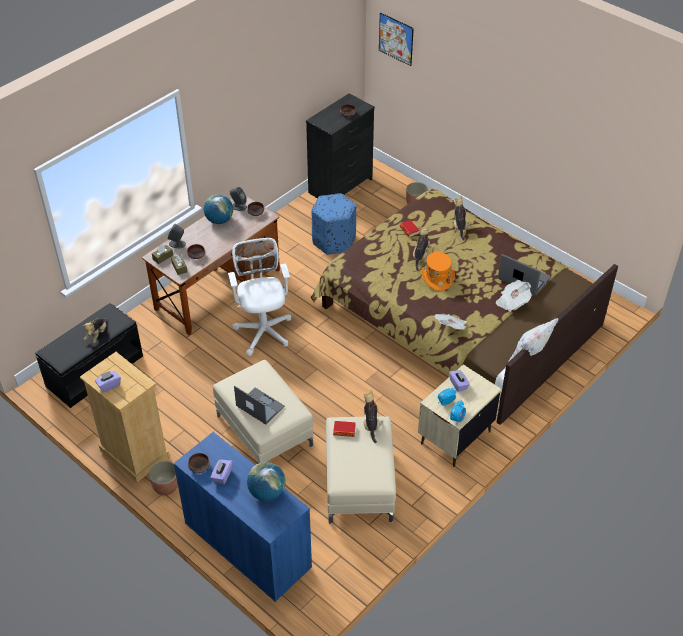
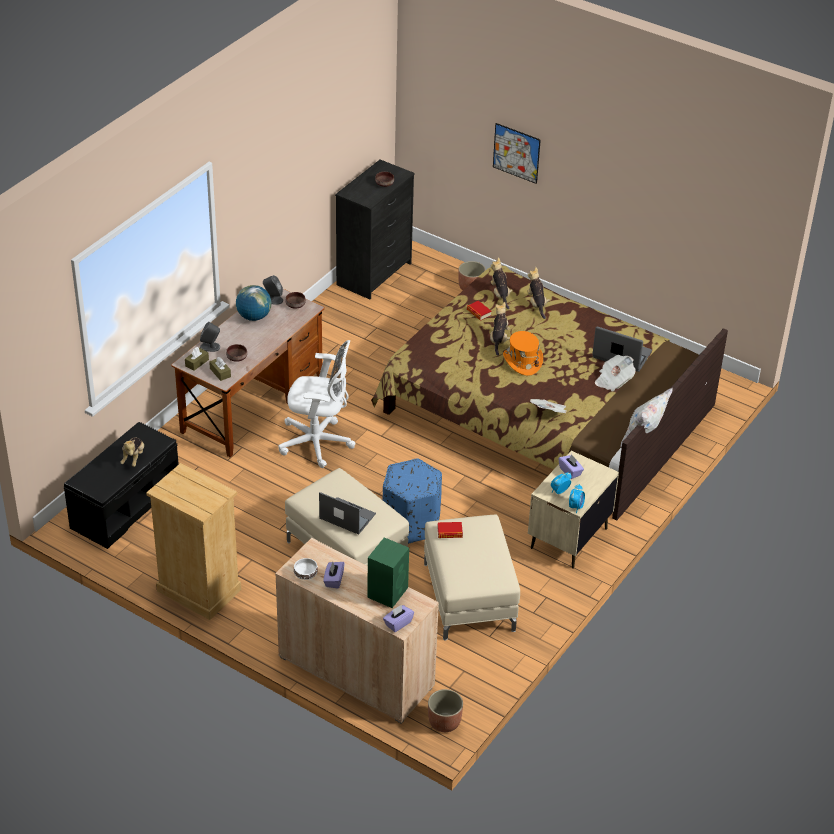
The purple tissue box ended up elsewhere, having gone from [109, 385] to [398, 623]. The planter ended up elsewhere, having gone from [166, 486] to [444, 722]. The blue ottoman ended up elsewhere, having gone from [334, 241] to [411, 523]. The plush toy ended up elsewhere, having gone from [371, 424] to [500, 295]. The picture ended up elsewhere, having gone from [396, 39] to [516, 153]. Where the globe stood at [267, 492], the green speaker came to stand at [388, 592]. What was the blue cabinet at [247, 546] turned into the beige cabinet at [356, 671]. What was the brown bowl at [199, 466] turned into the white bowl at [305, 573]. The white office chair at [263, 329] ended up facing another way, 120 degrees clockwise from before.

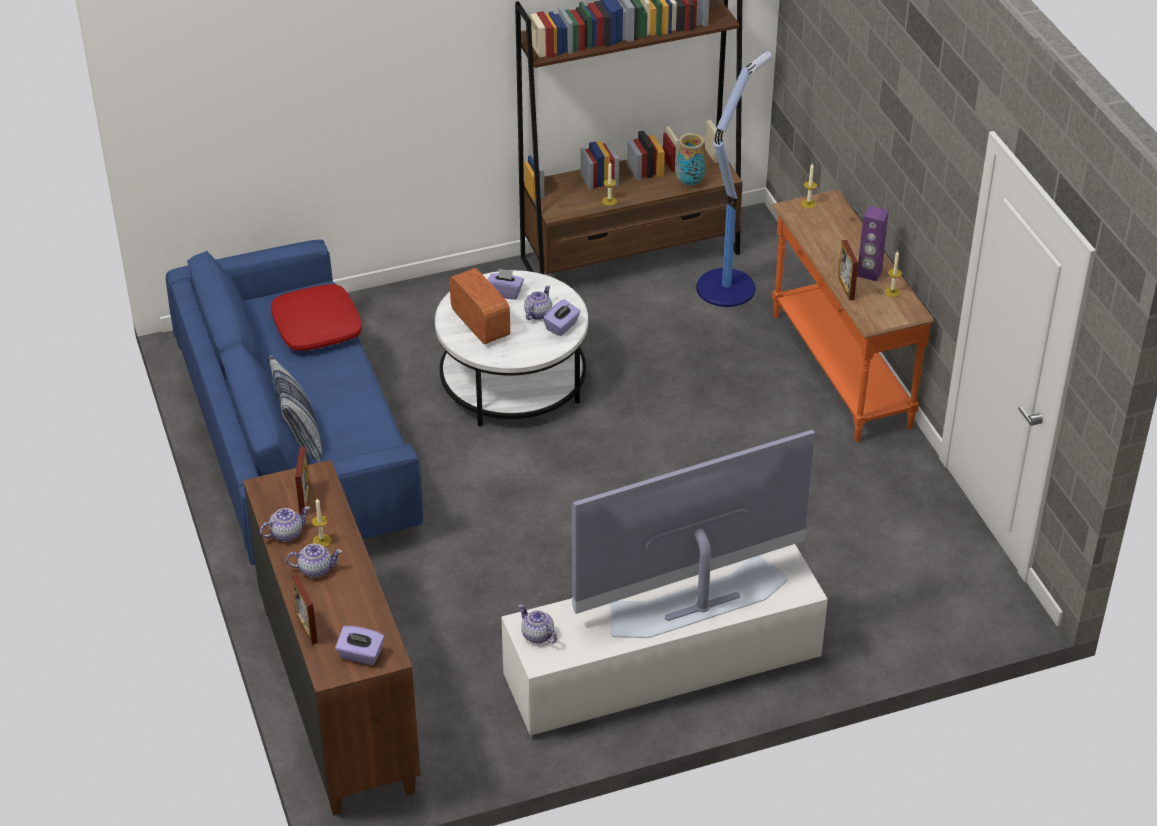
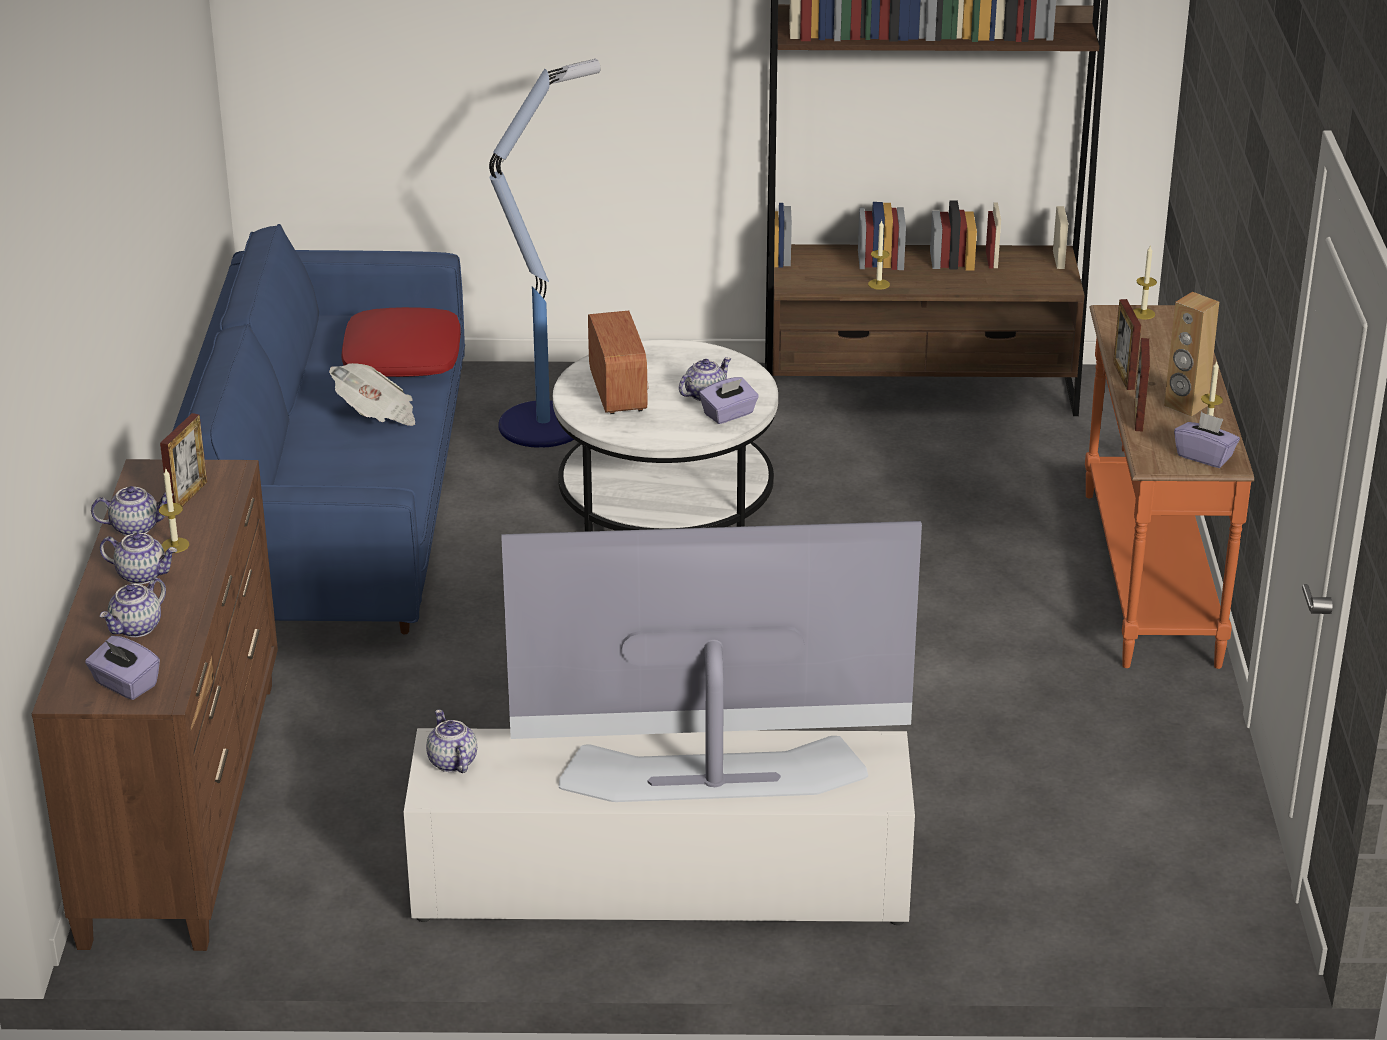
The second view lost the pillow at [300, 437]. The second view lost the vase at [689, 182]. The second view gained the teapot at [136, 628]. The second view gained the newspaper at [376, 415]. The picture frame ended up elsewhere, having gone from [306, 628] to [1123, 376]. The purple tissue box ended up elsewhere, having gone from [505, 292] to [1204, 456]. The floor lamp ended up elsewhere, having gone from [726, 286] to [545, 424]. What was the purple speaker at [869, 273] turned into the brown speaker at [1185, 406].

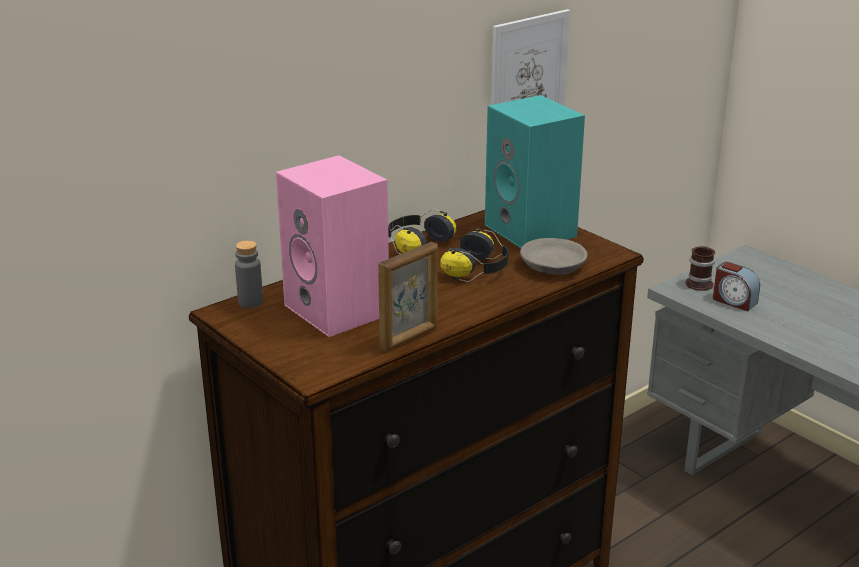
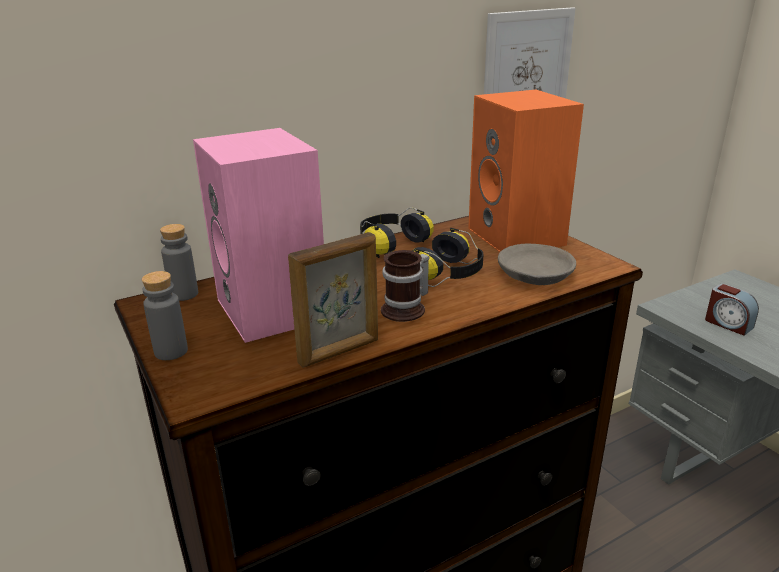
The second view gained the grey bottle at [171, 351]. The mug ended up elsewhere, having gone from [701, 283] to [407, 309]. What was the turquoise speaker at [533, 231] turned into the orange speaker at [519, 237].

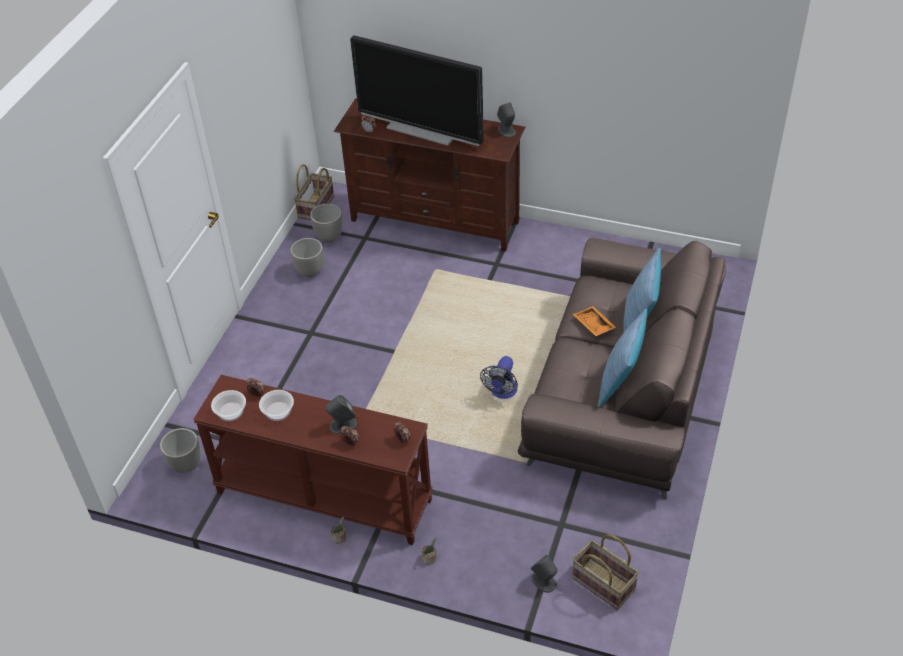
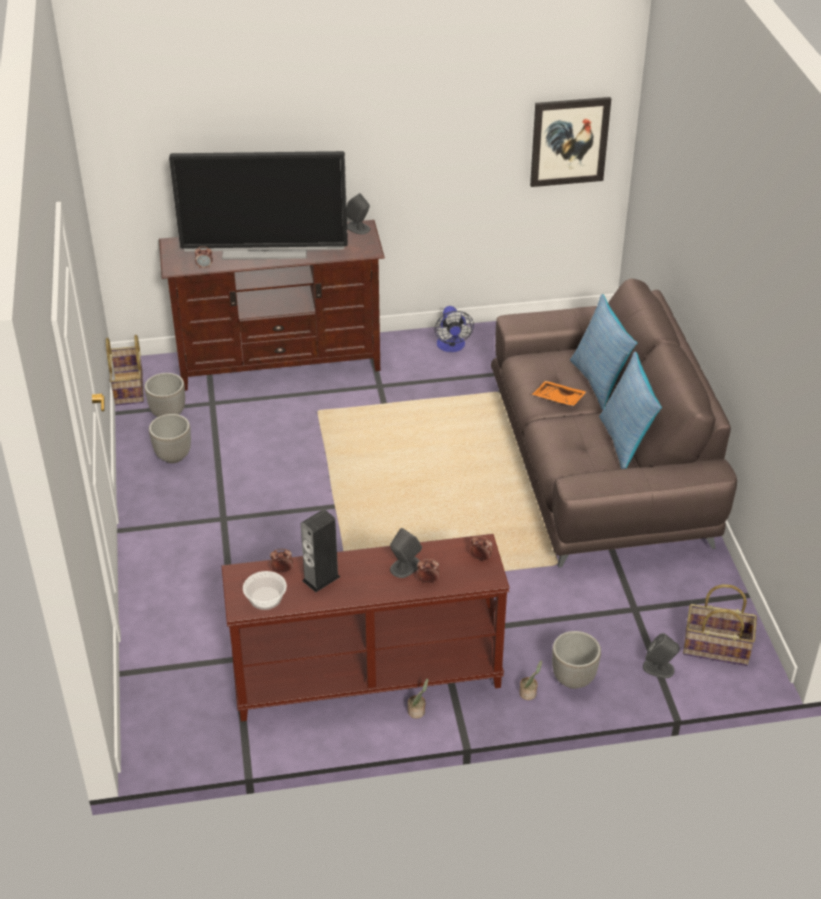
The second view gained the picture at [569, 141]. The planter ended up elsewhere, having gone from [185, 465] to [573, 679]. The fan ended up elsewhere, having gone from [502, 393] to [451, 347]. Where the bowl stood at [278, 411], the speaker came to stand at [321, 578].

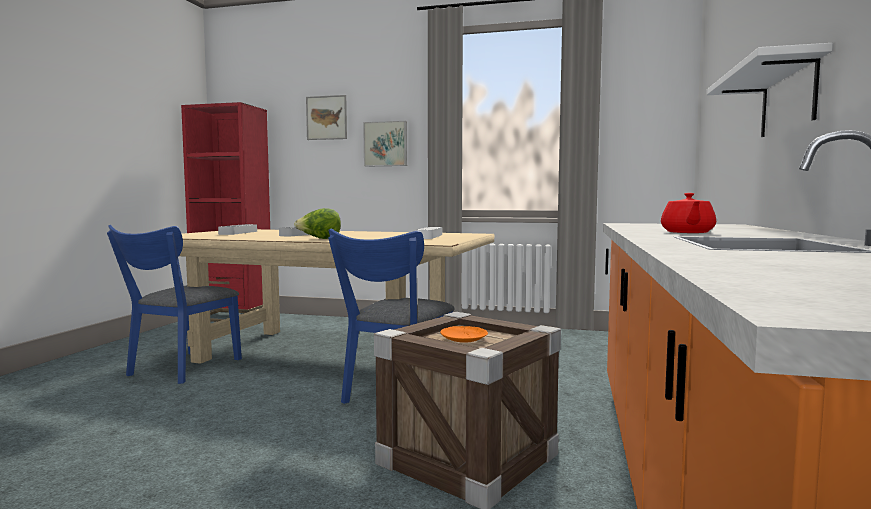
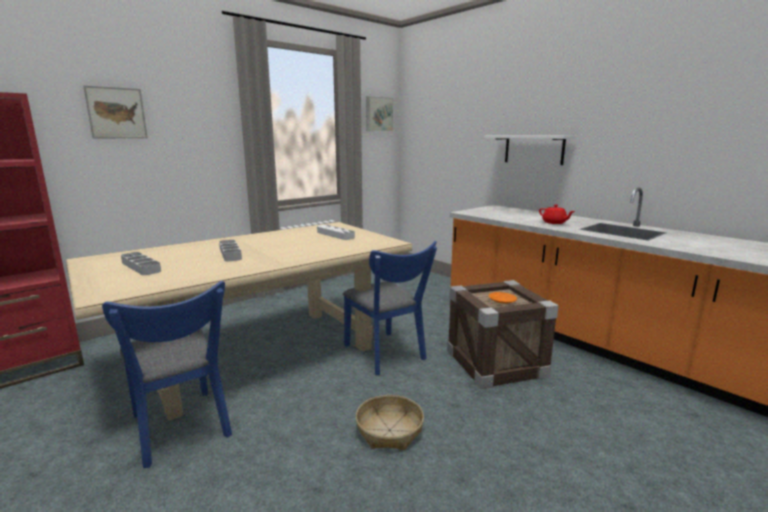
The second view lost the lettuce at [320, 239]. The second view gained the basket at [389, 430]. The picture ended up elsewhere, having gone from [386, 144] to [378, 114].

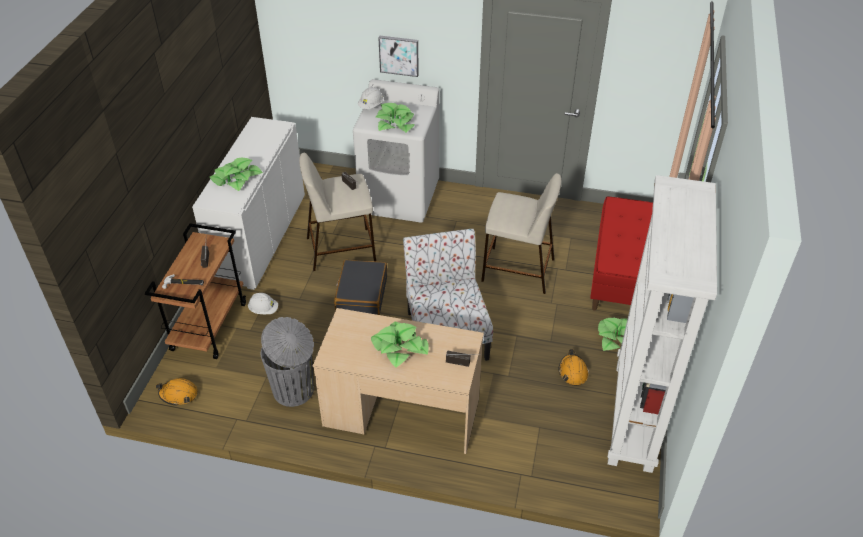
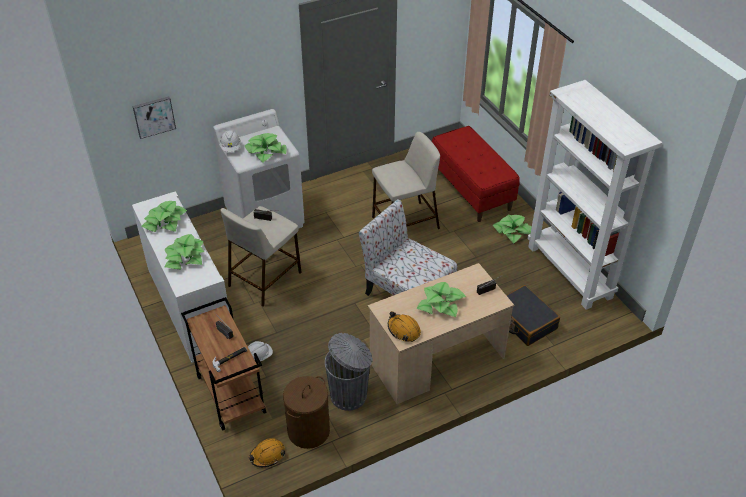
The second view gained the potted plant at [165, 222]. The second view gained the brown laundry basket at [308, 431]. The black suitcase ended up elsewhere, having gone from [361, 295] to [524, 321]. The picture ended up elsewhere, having gone from [399, 55] to [154, 116]. The orange hard hat ended up elsewhere, having gone from [573, 372] to [403, 330].

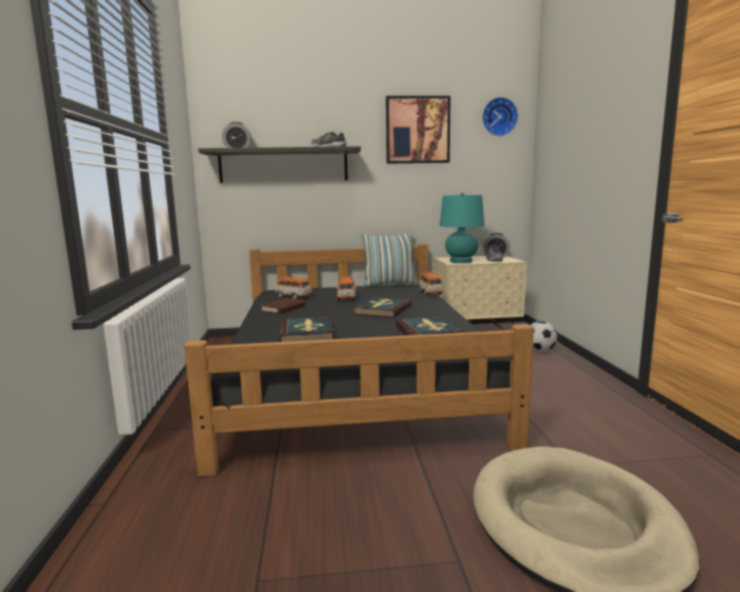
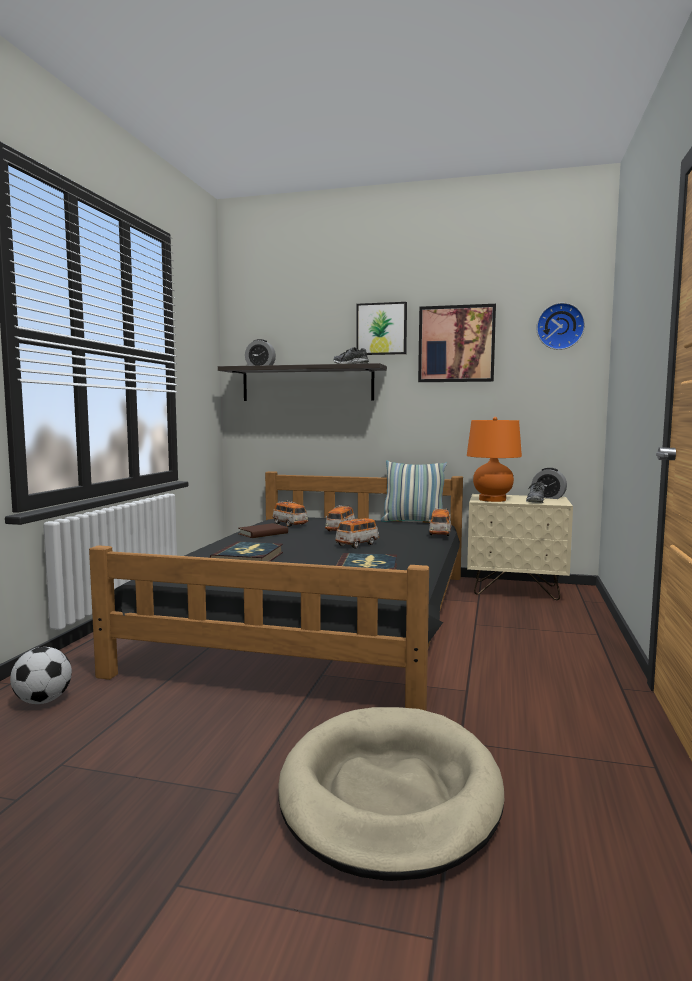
The second view gained the picture at [381, 329]. The football ended up elsewhere, having gone from [540, 351] to [43, 701]. Where the book stood at [382, 310], the toy car came to stand at [357, 544]. What was the turquoise table lamp at [461, 261] turned into the orange table lamp at [492, 499].

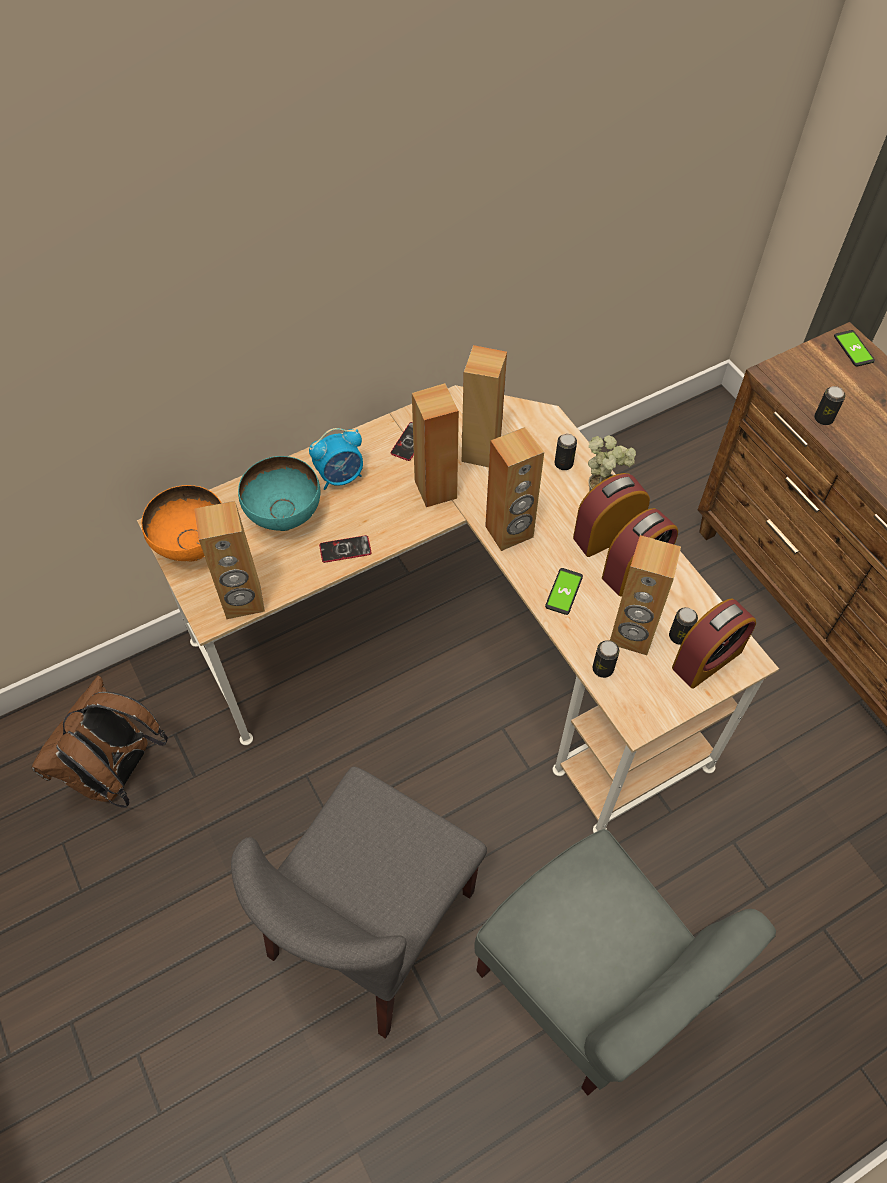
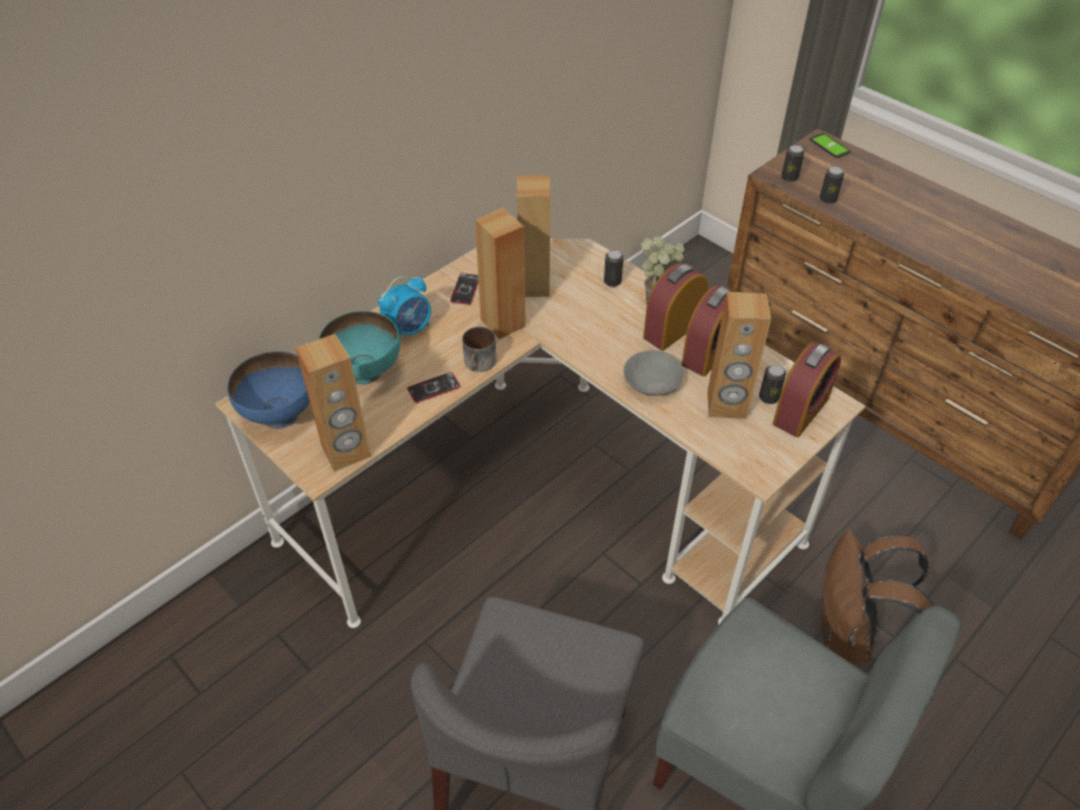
The second view lost the brown speaker at [509, 532]. The second view gained the mug at [480, 364]. The brown backpack ended up elsewhere, having gone from [118, 773] to [849, 636]. The can ended up elsewhere, having gone from [602, 669] to [789, 178]. Where the phone stood at [564, 591], the grey bowl came to stand at [651, 382]. What was the orange bowl at [193, 546] turned into the blue bowl at [281, 414].

